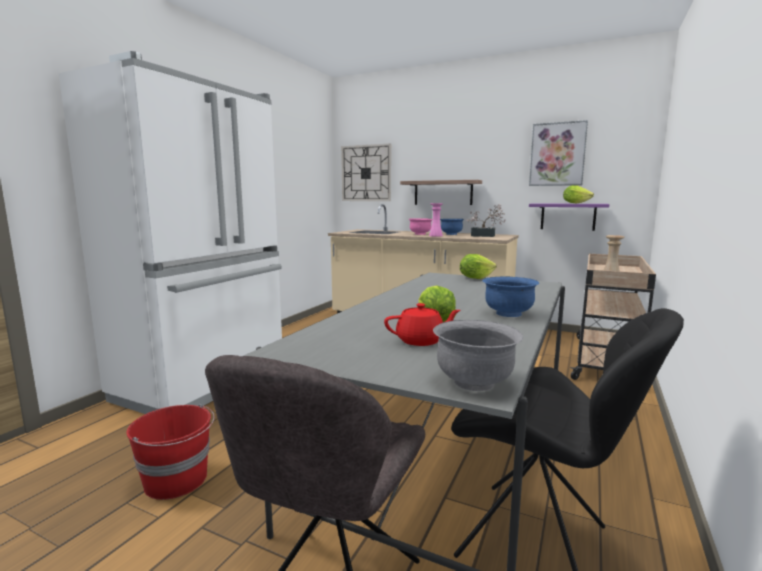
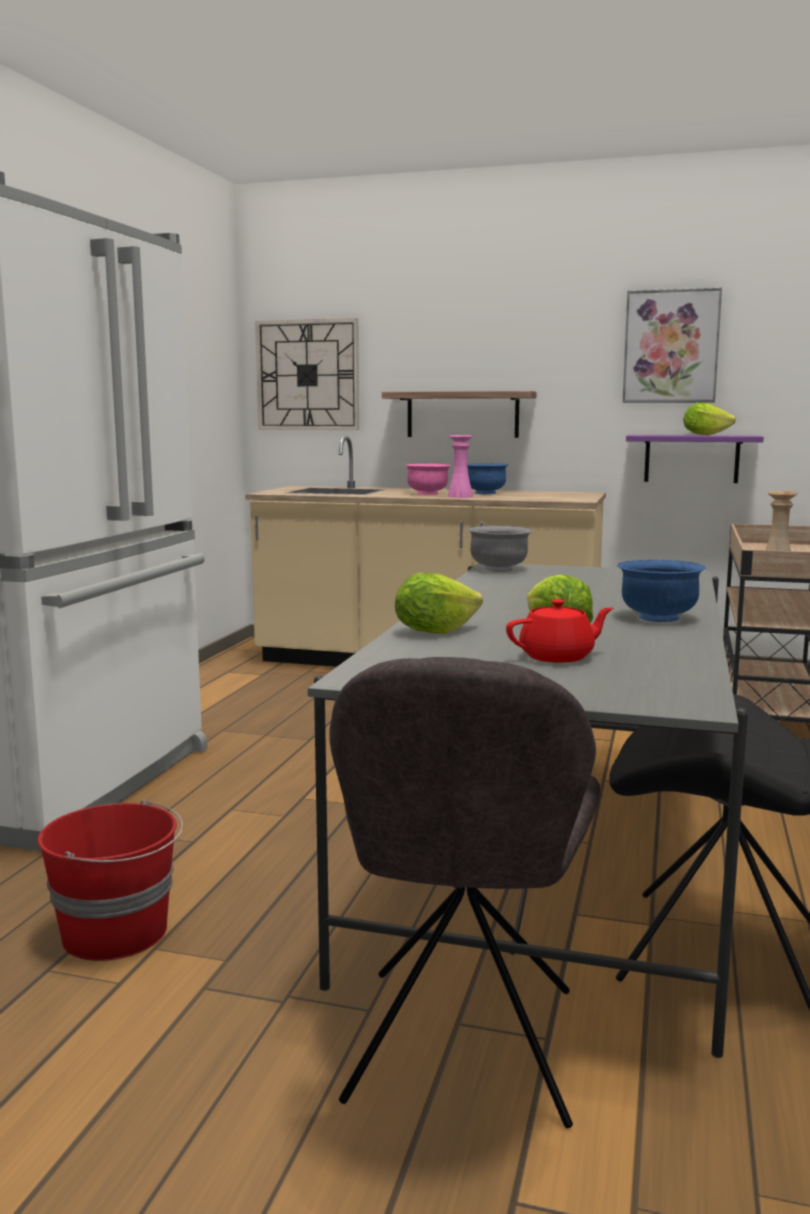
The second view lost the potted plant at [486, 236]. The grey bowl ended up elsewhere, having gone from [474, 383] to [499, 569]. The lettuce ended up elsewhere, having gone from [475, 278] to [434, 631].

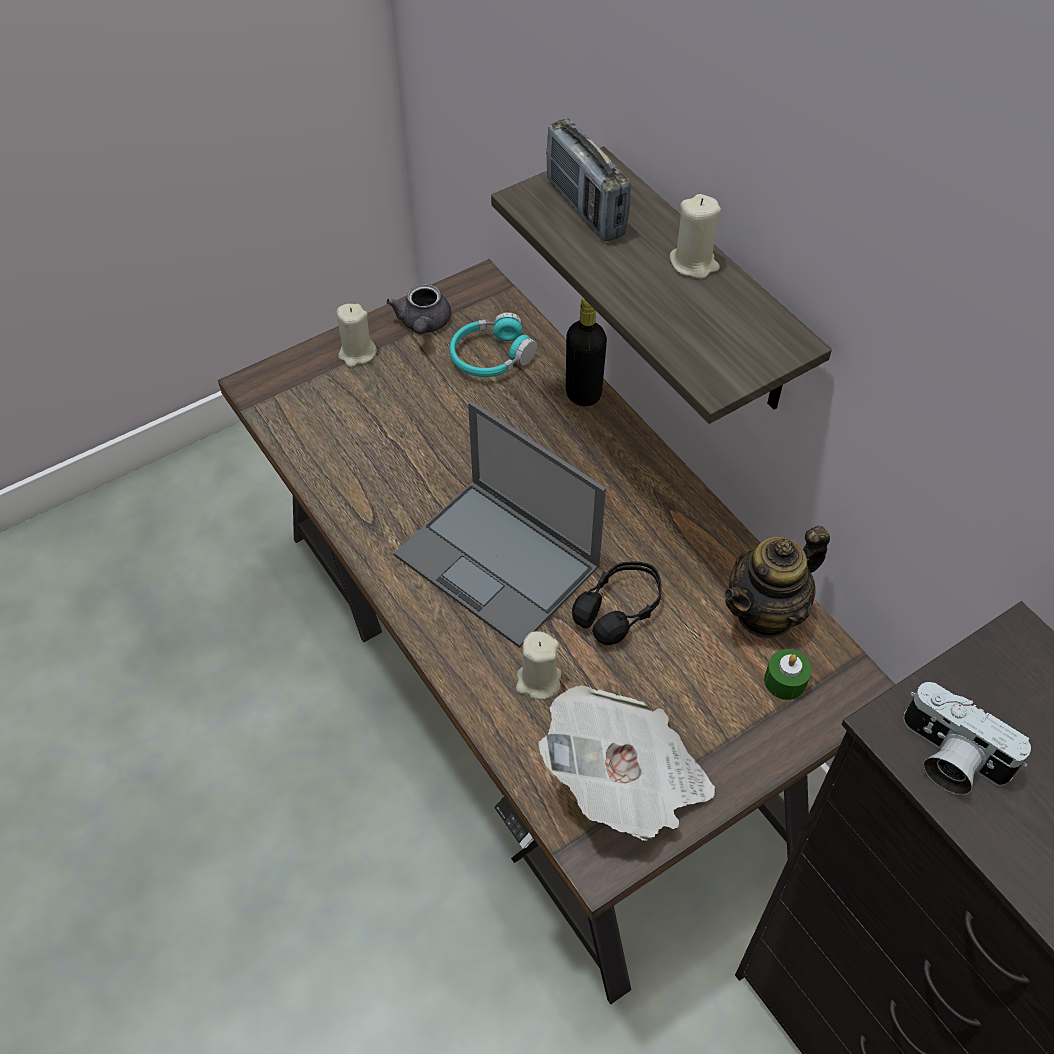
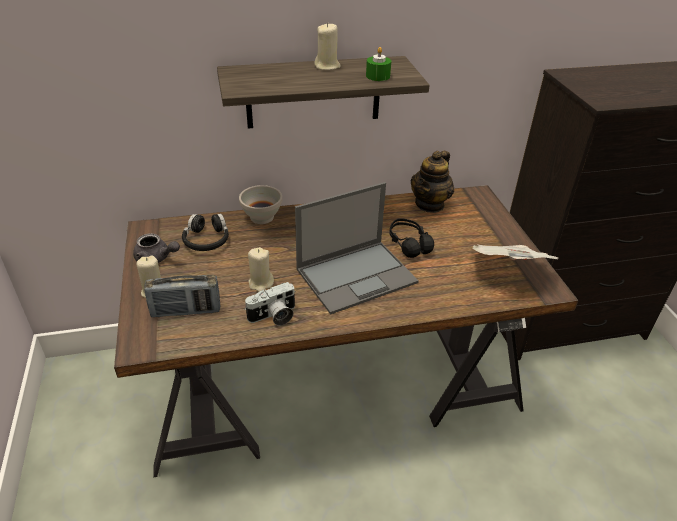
The beige candle ended up elsewhere, having gone from [538, 681] to [261, 283]. The radio ended up elsewhere, having gone from [585, 208] to [186, 311]. The green candle ended up elsewhere, having gone from [785, 681] to [378, 76]. The photo camera ended up elsewhere, having gone from [948, 758] to [274, 317]. Where the black bottle stood at [583, 394], the white bowl came to stand at [261, 217]. What was the turquoise headphones at [491, 356] turned into the black headphones at [206, 240]. The teapot at [766, 612] ended up facing another way, 45 degrees clockwise from before.

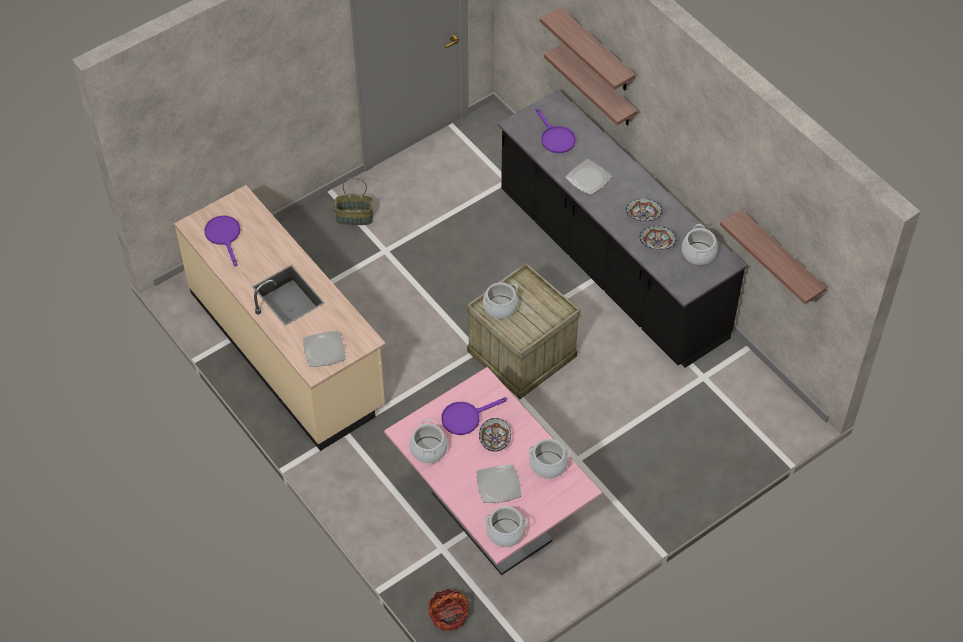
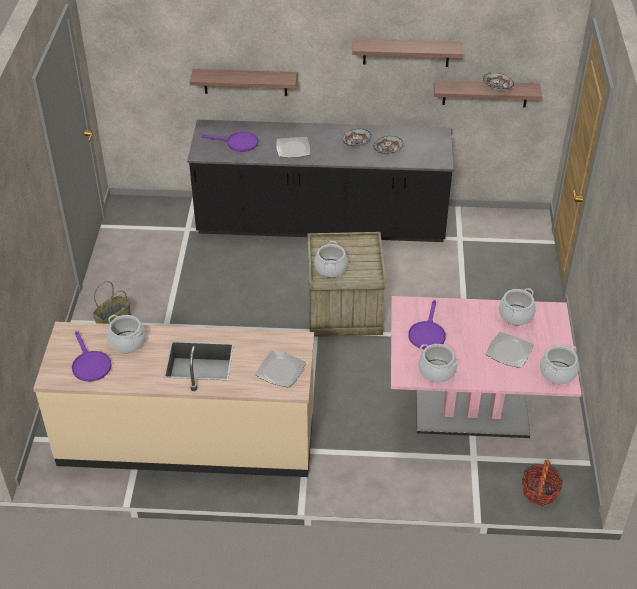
The bowl ended up elsewhere, having gone from [494, 440] to [496, 88]. The shelf ended up elsewhere, having gone from [596, 51] to [406, 52]. The cooking pot ended up elsewhere, having gone from [698, 253] to [127, 342]. The purple frying pan at [224, 236] ended up facing another way, 135 degrees counterclockwise from before.

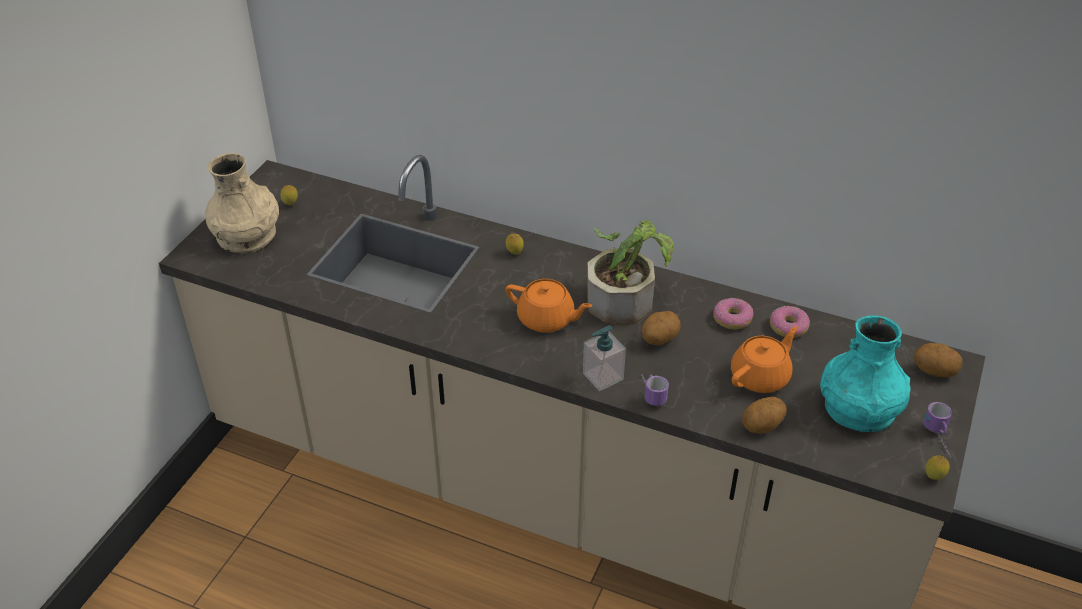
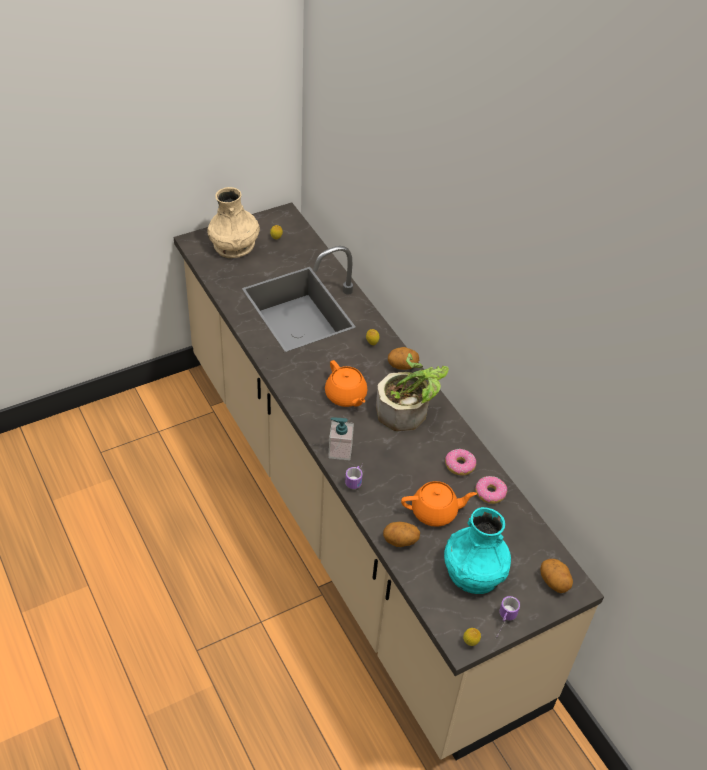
The potato ended up elsewhere, having gone from [659, 339] to [402, 366].

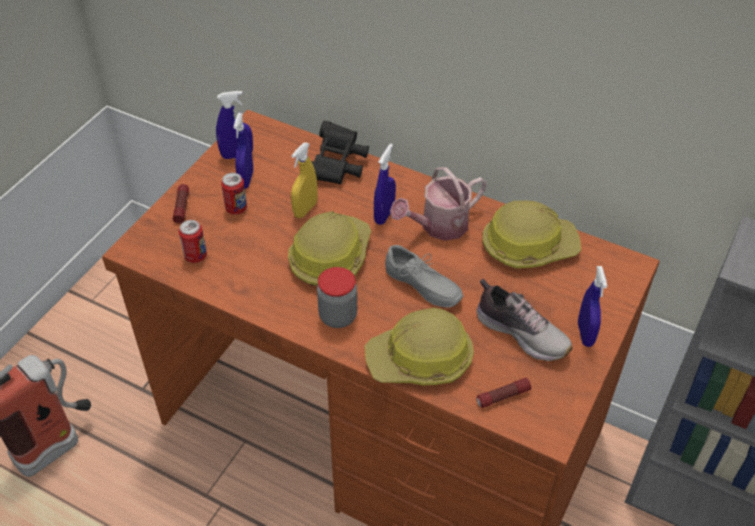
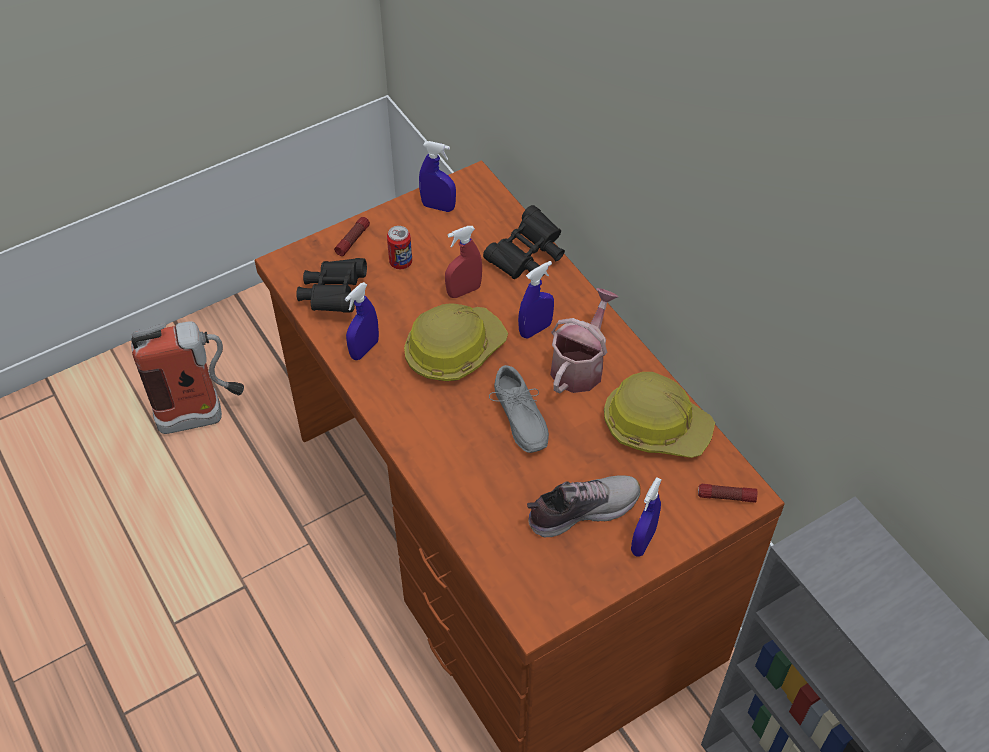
The second view lost the jar at [338, 316]. The second view lost the hard hat at [420, 360]. The blue spray bottle ended up elsewhere, having gone from [246, 180] to [364, 349]. The flashlight ended up elsewhere, having gone from [503, 397] to [726, 497]. Where the can stood at [195, 256], the black binoculars came to stand at [333, 295]. What was the yellow spray bottle at [305, 209] turned into the red spray bottle at [464, 291]. The watering can at [438, 226] ended up facing another way, 120 degrees clockwise from before. The shoe at [522, 332] ended up facing another way, 90 degrees counterclockwise from before.

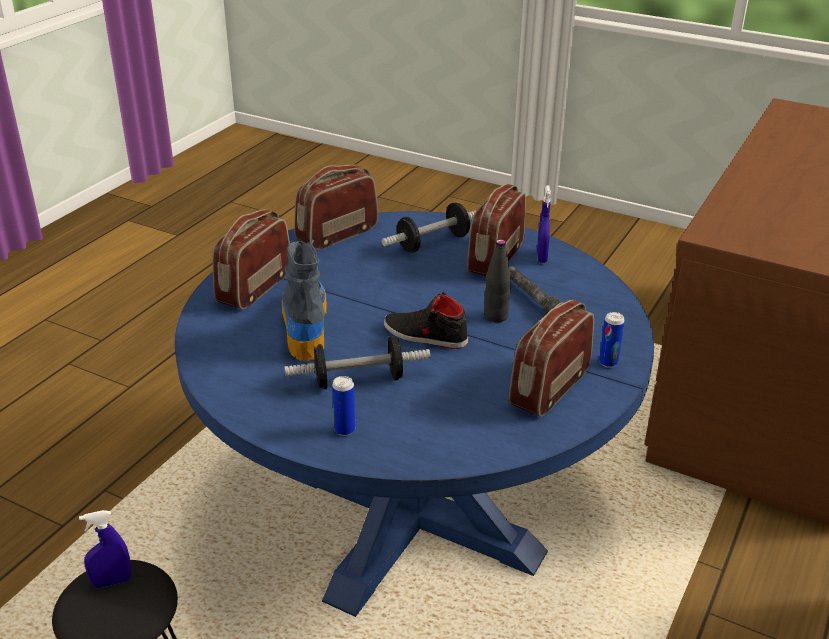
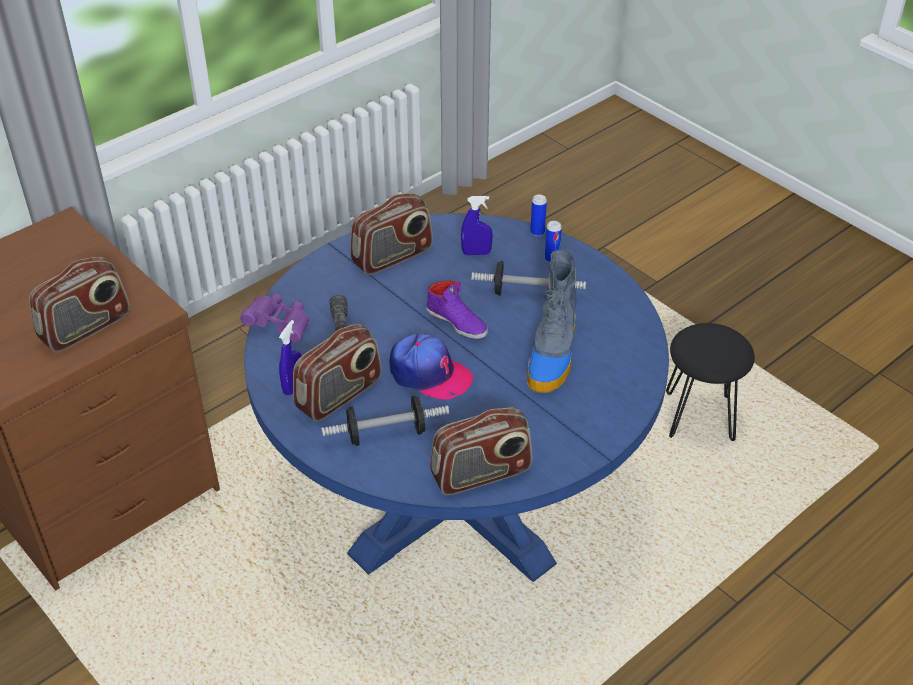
The second view lost the black bottle at [496, 316]. The second view gained the purple binoculars at [279, 325]. The second view gained the cap at [429, 374]. The blue spray bottle ended up elsewhere, having gone from [112, 582] to [476, 253]. The radio ended up elsewhere, having gone from [254, 287] to [86, 328]. The can ended up elsewhere, having gone from [608, 362] to [537, 232]. What was the black shoe at [425, 336] turned into the purple shoe at [457, 321].

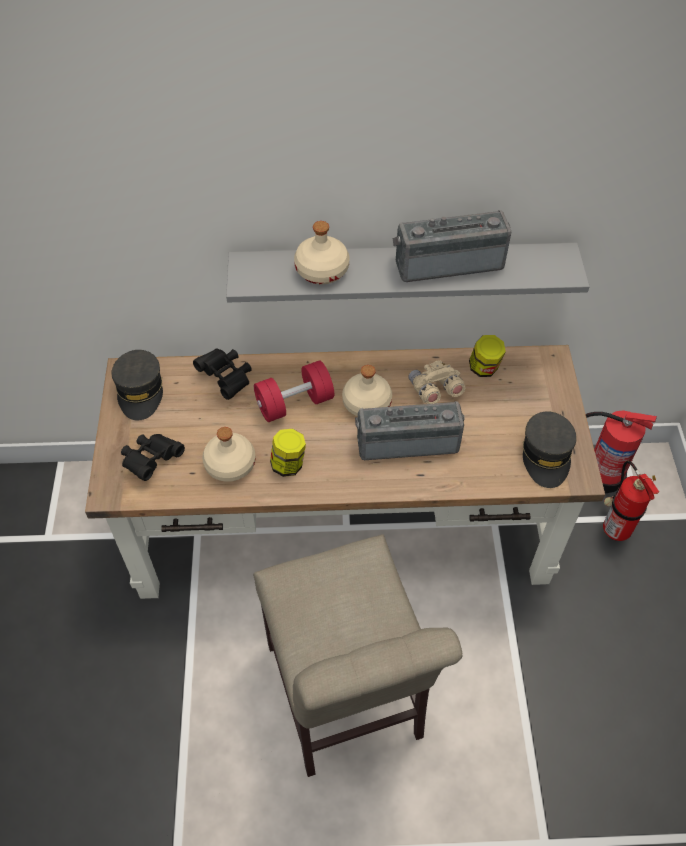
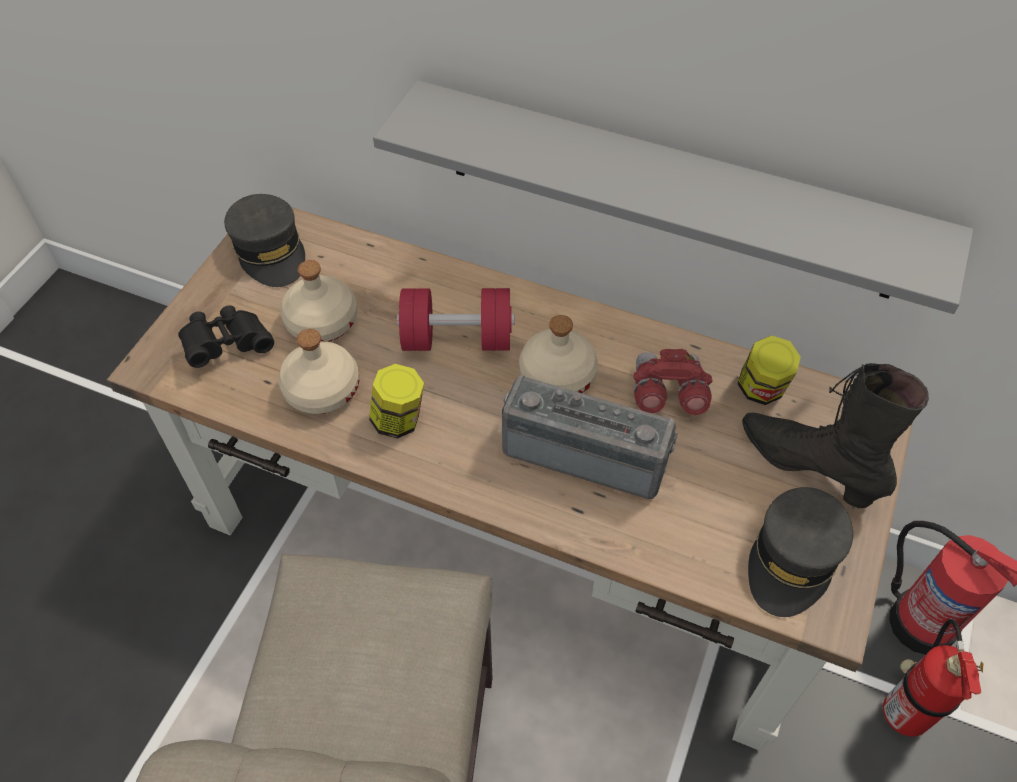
The second view lost the black binoculars at [226, 378]. The second view lost the radio at [448, 261]. The second view gained the black boot at [808, 466]. The beige bottle ended up elsewhere, having gone from [322, 270] to [323, 322]. What was the beige binoculars at [434, 391] turned into the red binoculars at [667, 395]. The grey cap at [140, 391] ended up facing another way, 45 degrees counterclockwise from before.

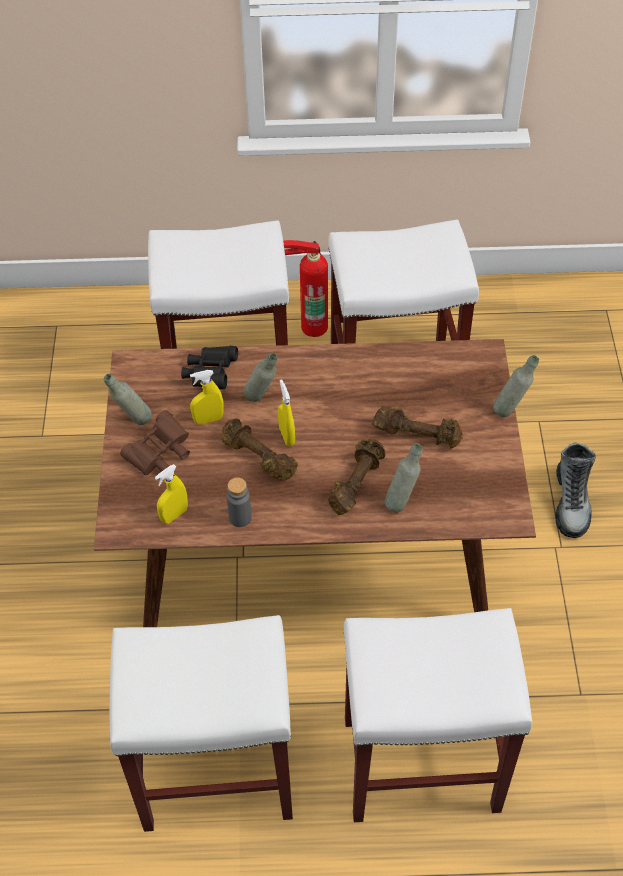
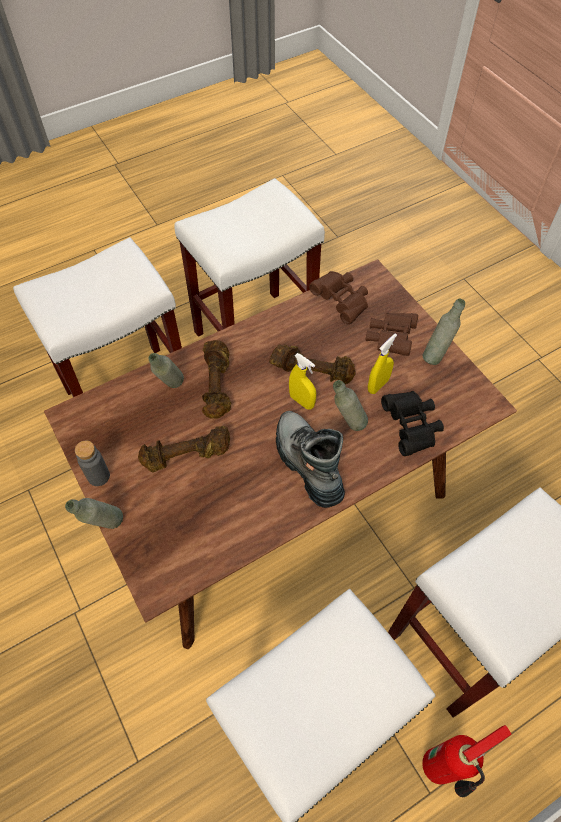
The grey bottle ended up elsewhere, having gone from [240, 518] to [98, 476]. The boot ended up elsewhere, having gone from [571, 502] to [308, 463]. Where the yellow spray bottle stood at [174, 515], the brown binoculars came to stand at [341, 302].

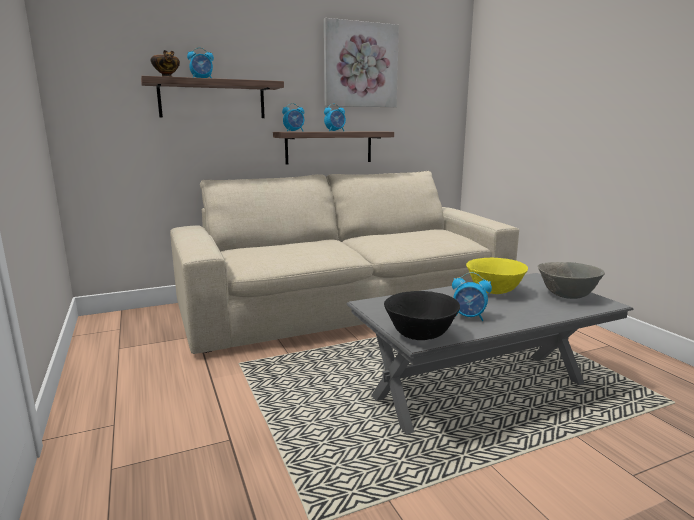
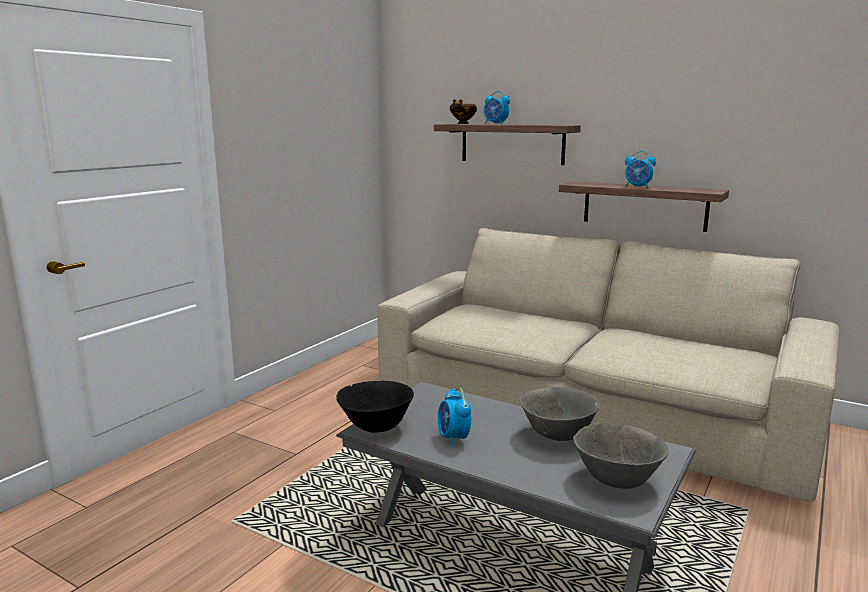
The second view lost the alarm clock at [294, 131]. The second view lost the picture at [360, 65]. What was the yellow bowl at [494, 292] turned into the grey bowl at [558, 436].

